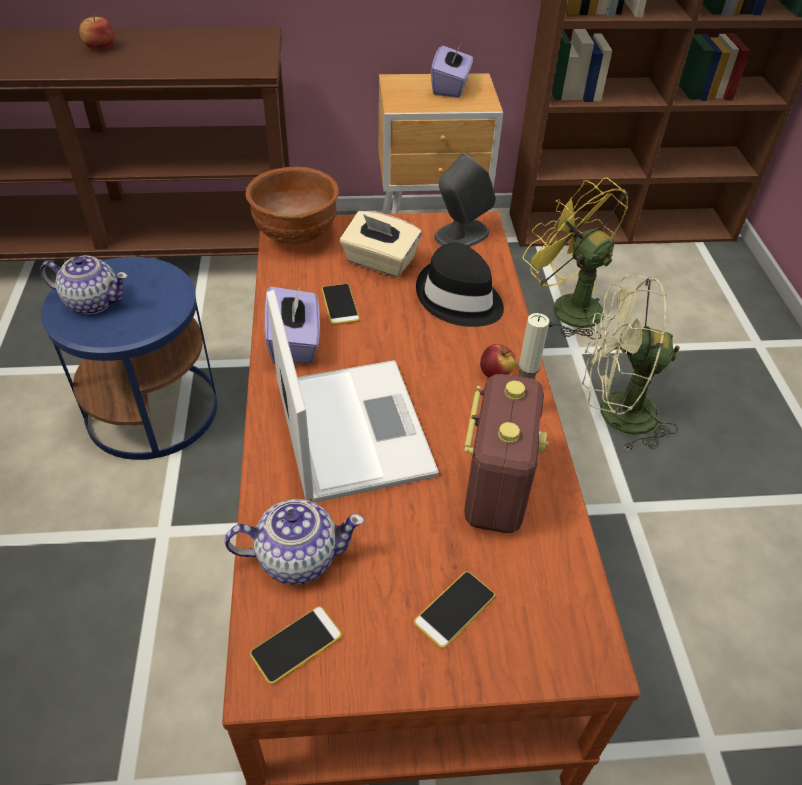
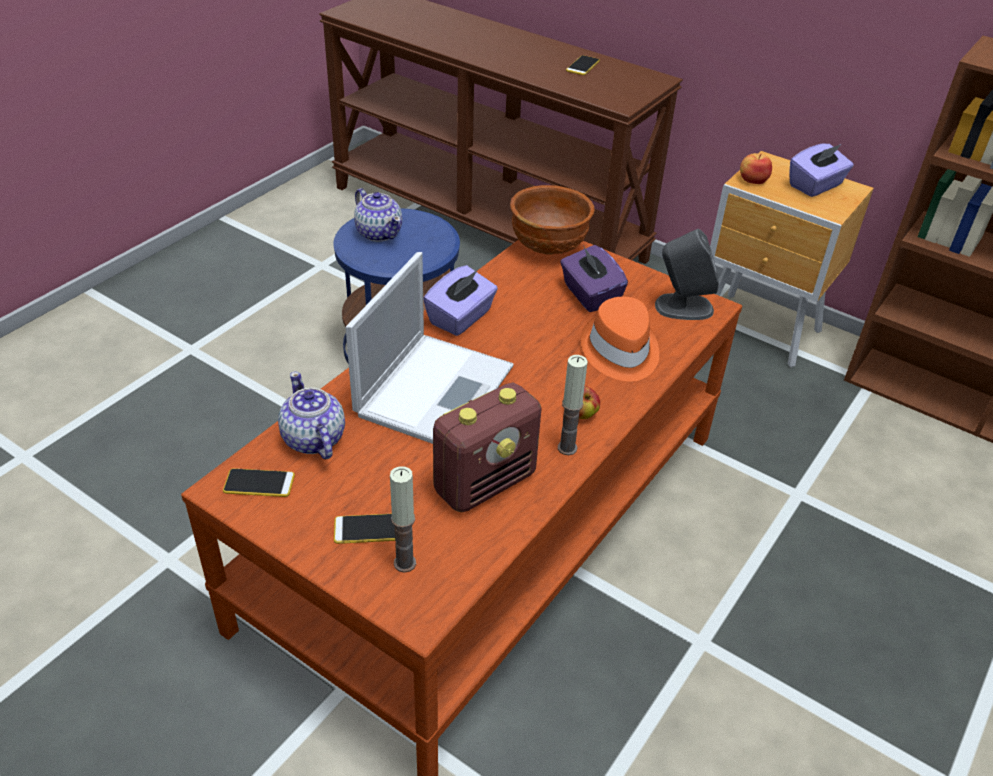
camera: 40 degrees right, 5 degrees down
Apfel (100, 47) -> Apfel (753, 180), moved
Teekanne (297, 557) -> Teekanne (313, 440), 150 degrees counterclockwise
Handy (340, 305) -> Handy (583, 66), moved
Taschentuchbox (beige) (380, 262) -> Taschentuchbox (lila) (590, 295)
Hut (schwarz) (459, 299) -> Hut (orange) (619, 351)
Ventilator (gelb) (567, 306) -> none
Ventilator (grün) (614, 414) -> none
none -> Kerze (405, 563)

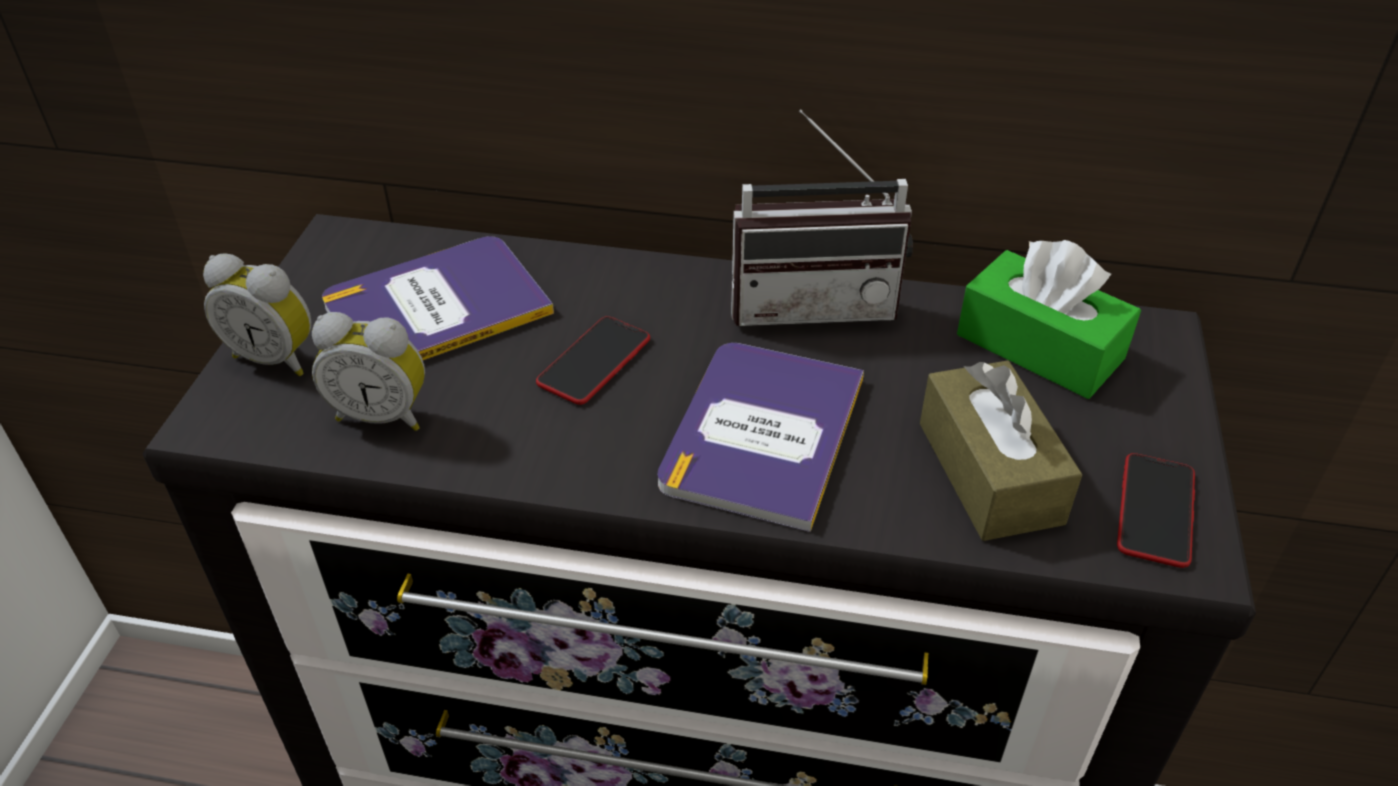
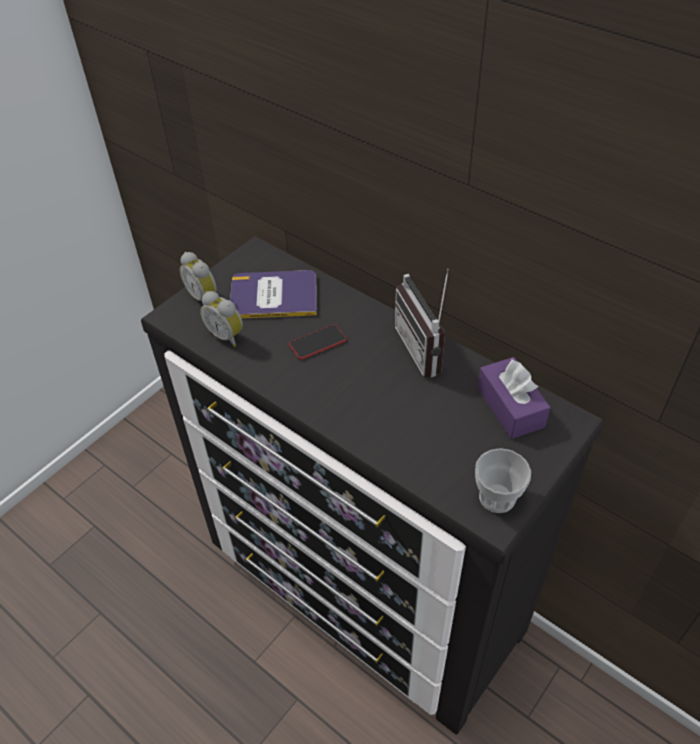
camera: 30 degrees right, 5 degrees up
Buch (762, 433) -> none
Radio (813, 302) -> Radio (426, 348), 45 degrees clockwise
Taschentuchbox (braun) (989, 472) -> none
Taschentuchbox (grün) (1039, 347) -> Taschentuchbox (lila) (510, 407)
Handy (1155, 511) -> Tasse (497, 497)

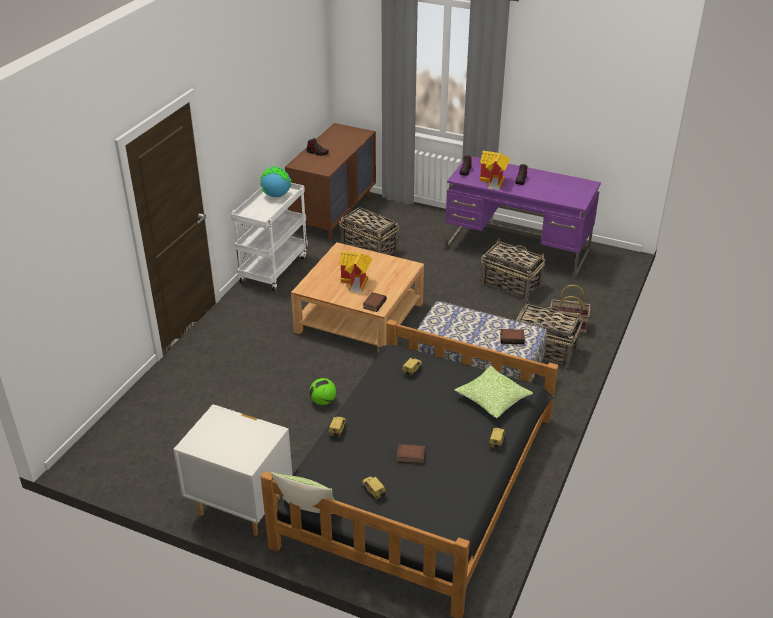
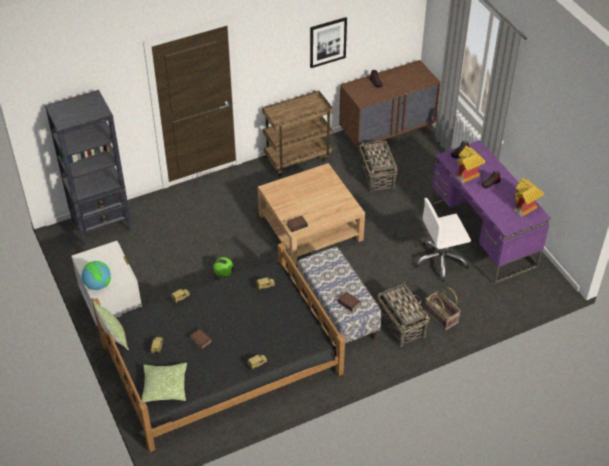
camera: 40 degrees right, 10 degrees up
Rollwagen (weiß) (273, 268) -> Rollwagen (braun) (297, 157)
Globus (276, 195) -> Globus (98, 285), moved
Spielzeughaus (357, 283) -> Spielzeughaus (525, 207), moved
Kissen (492, 399) -> Kissen (165, 387), moved
Korb (510, 284) -> Bürostuhl (weiß) (441, 261)
none -> Bücherregal (schwarz) (102, 225)
none -> Bild (327, 42)

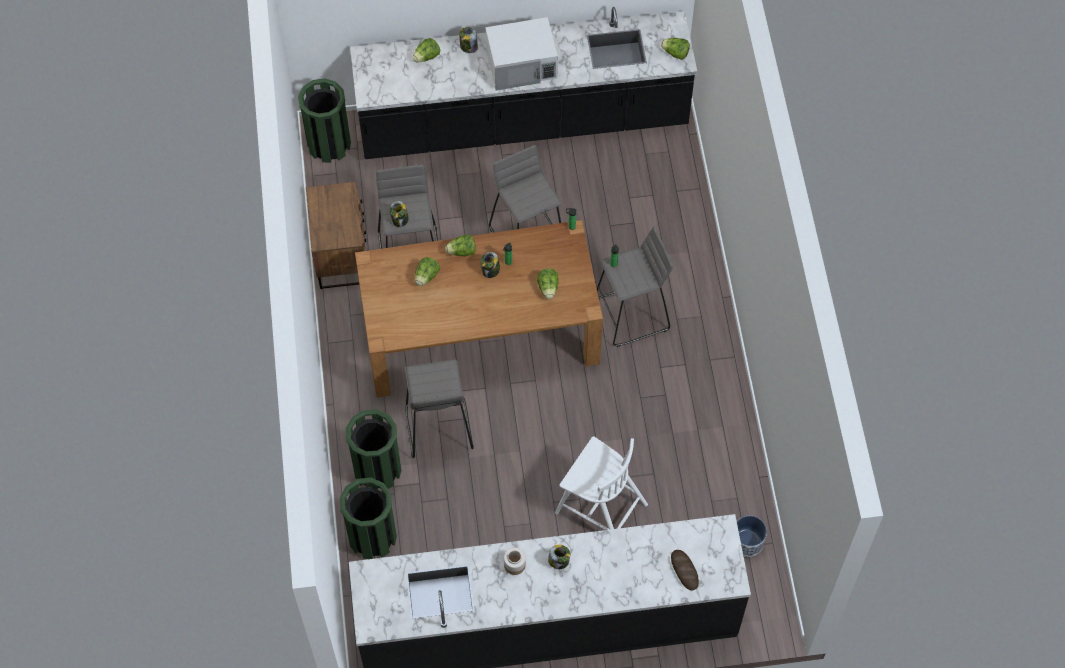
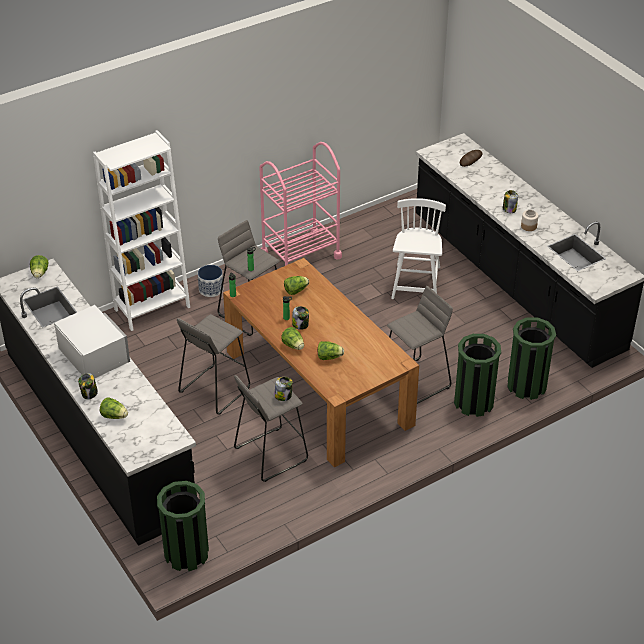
camera: 115 degrees left, 20 degrees down
Nachttisch (braun) (341, 254) -> none
Pflanzkübel (747, 541) -> Pflanzkübel (211, 289), moved
none -> Bücherregal (weiß) (152, 308)
none -> Rollwagen (rosa) (300, 255)

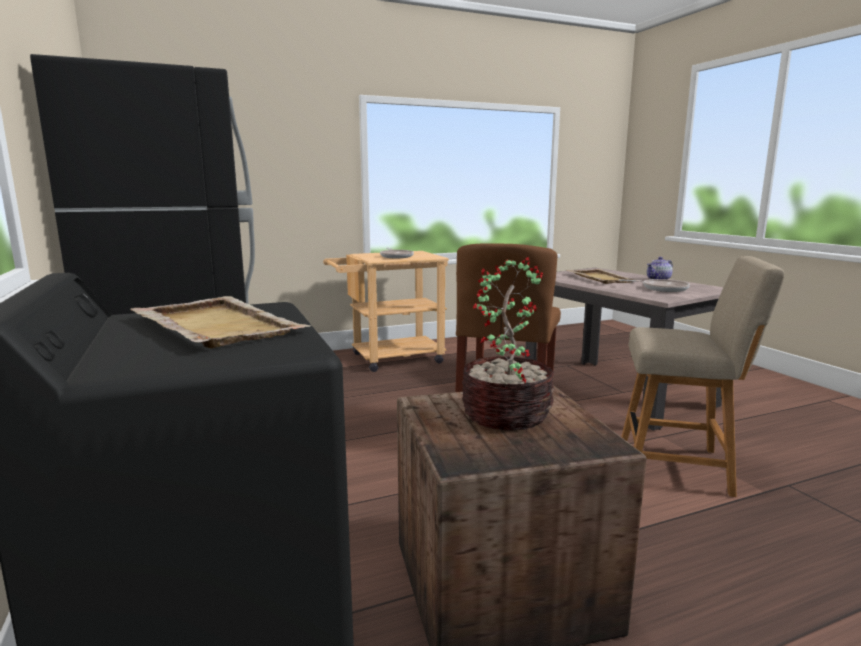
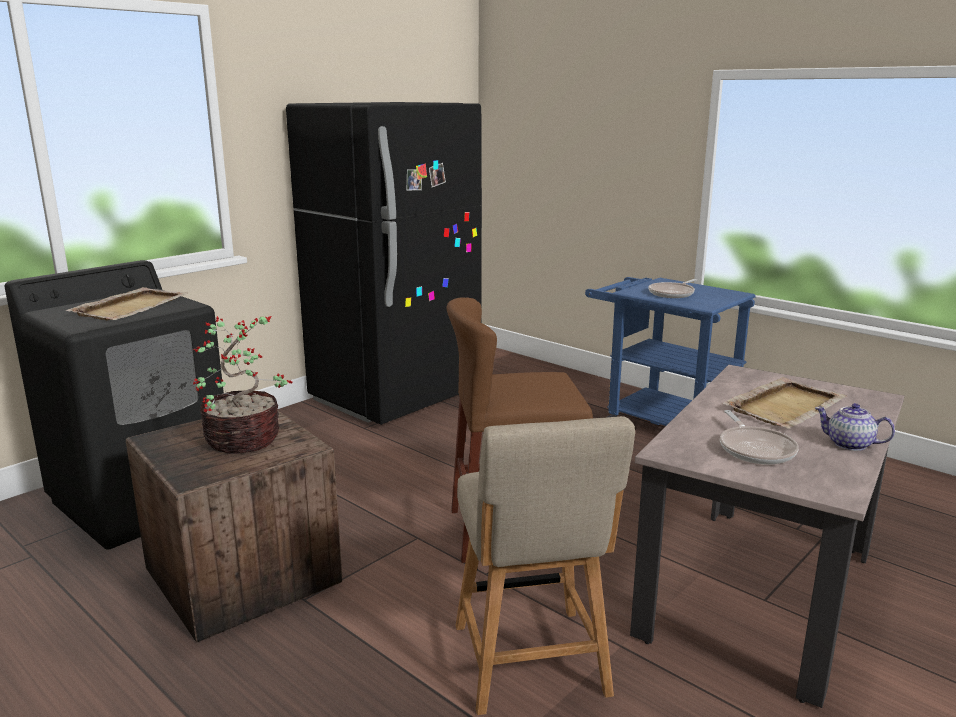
camera: 65 degrees right, 5 degrees up
Rollwagen (beige) (389, 359) -> Rollwagen (blau) (659, 421)

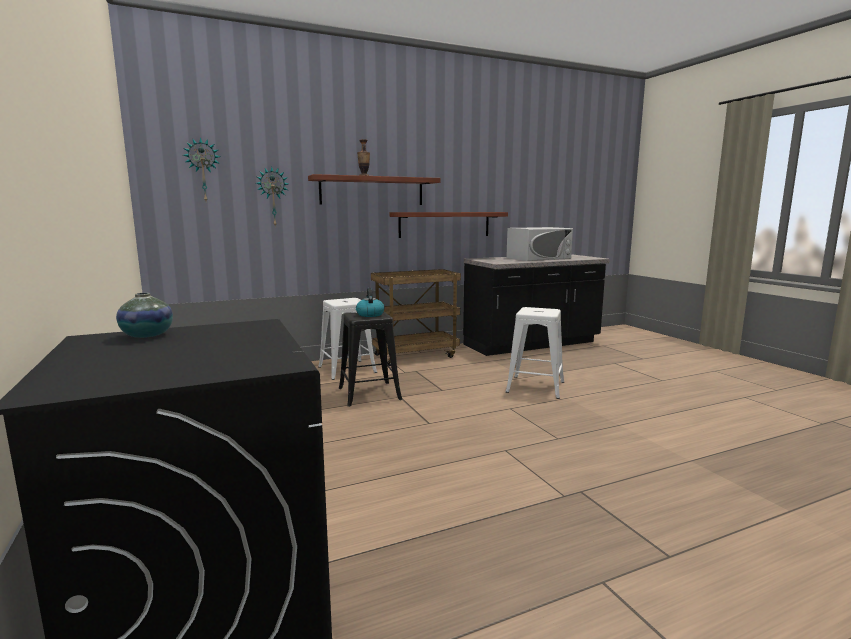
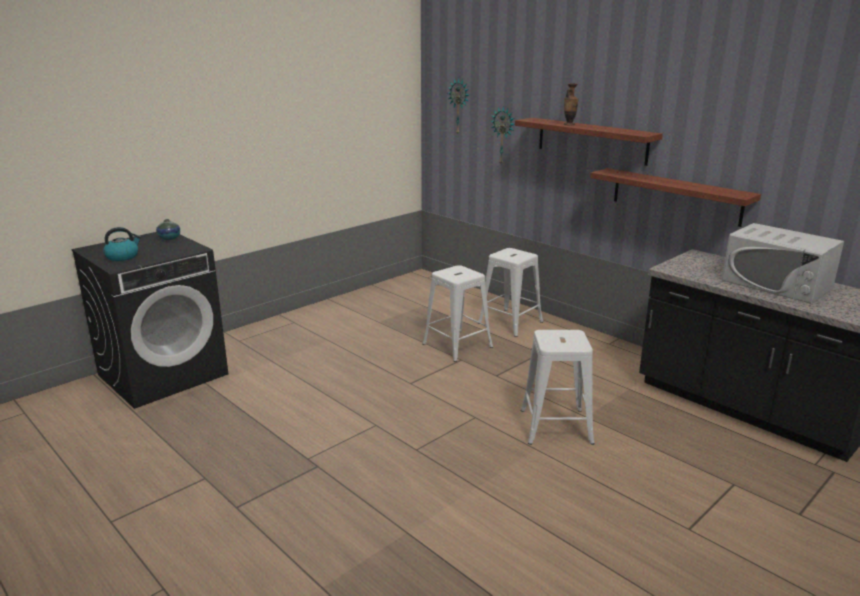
camera: 70 degrees right, 10 degrees up
Hocker (schwarz) (369, 394) -> Hocker (weiß) (457, 345)
Wasserkessel (370, 314) -> Wasserkessel (123, 257), moved
Rollwagen (braun) (416, 355) -> none

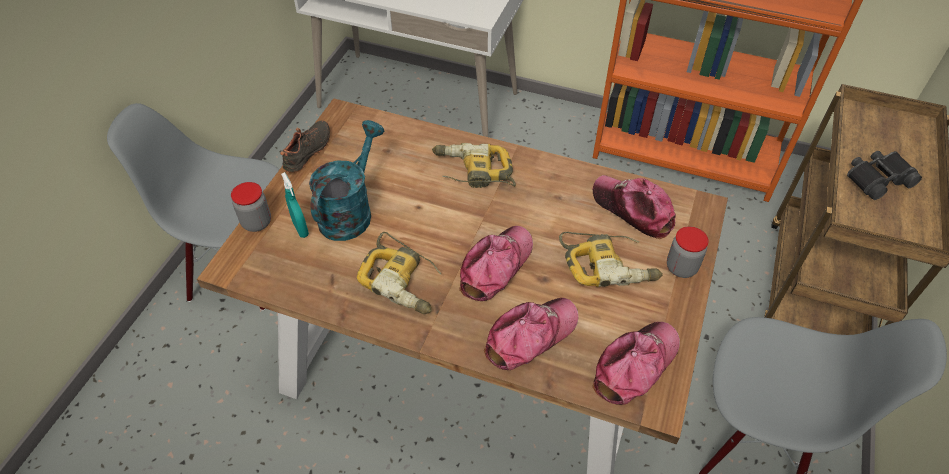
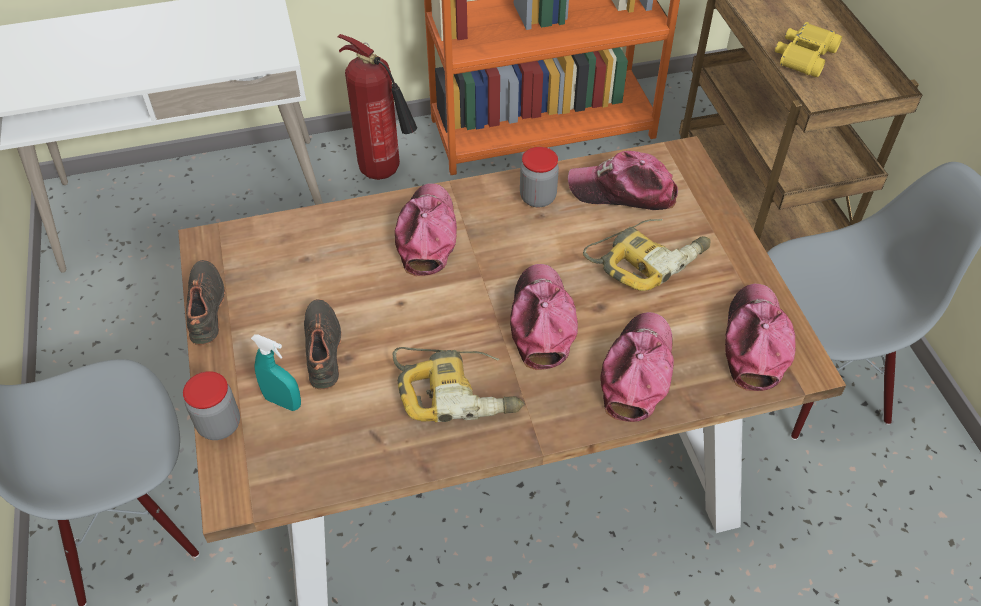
camera: 35 degrees left, 0 degrees up
Gießkanne (türkis) (350, 211) -> Schuh (schwarz) (325, 349)
Bohrmaschine (473, 172) -> Kappe (427, 234)
Vorratsglas (681, 267) -> Vorratsglas (538, 197), moved
Fernglas (schwarz) (877, 179) -> Fernglas (gelb) (803, 56)
none -> Feuerlöscher (385, 172)

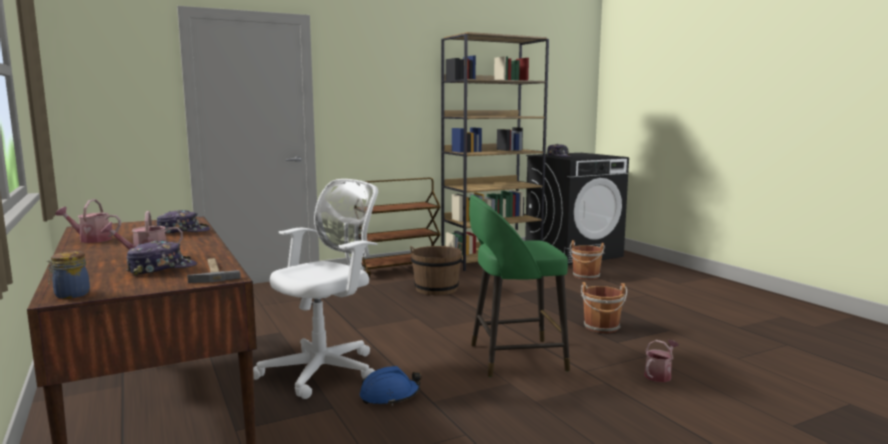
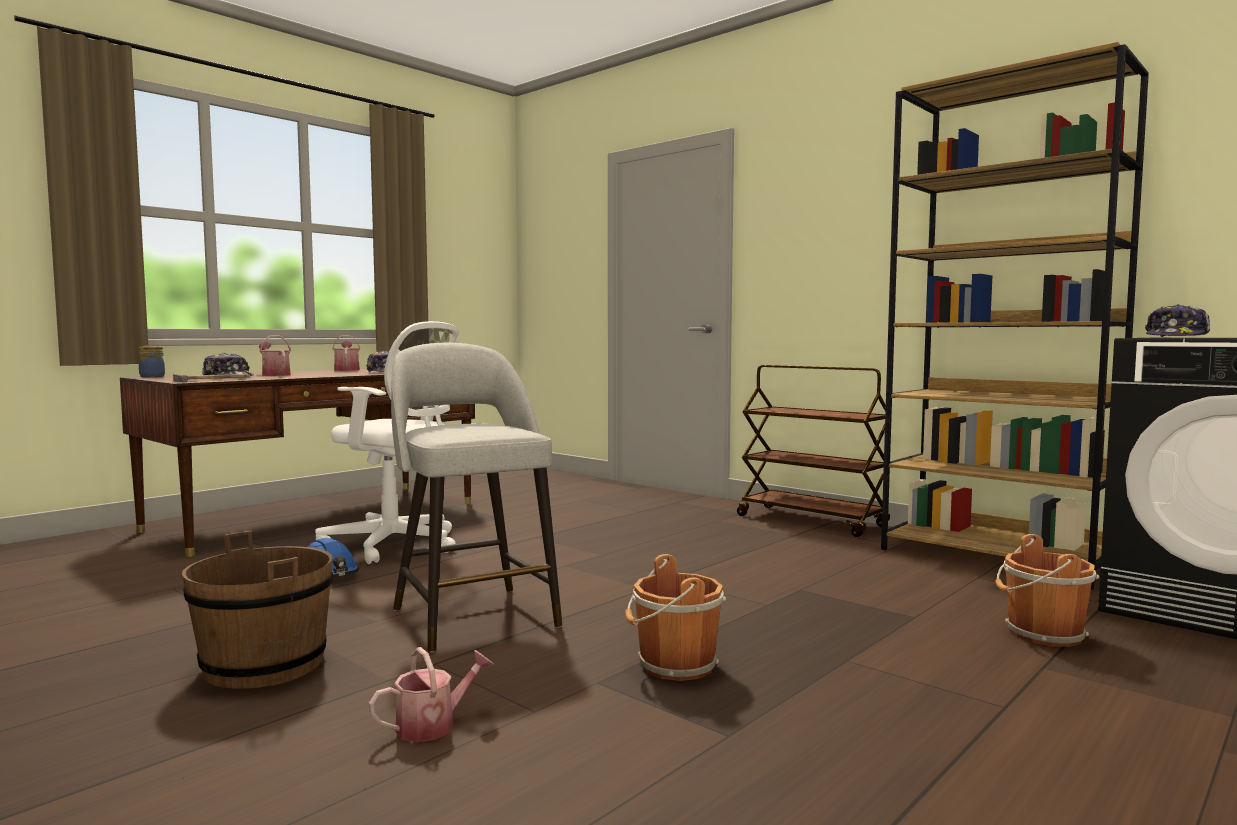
camera: 70 degrees right, 5 degrees down
Eimer (braun) (436, 289) -> Eimer (braun) (264, 665), moved
Hocker (grün) (514, 357) -> Hocker (grau) (473, 615)
Gießkanne (659, 375) -> Gießkanne (433, 725), 60 degrees counterclockwise

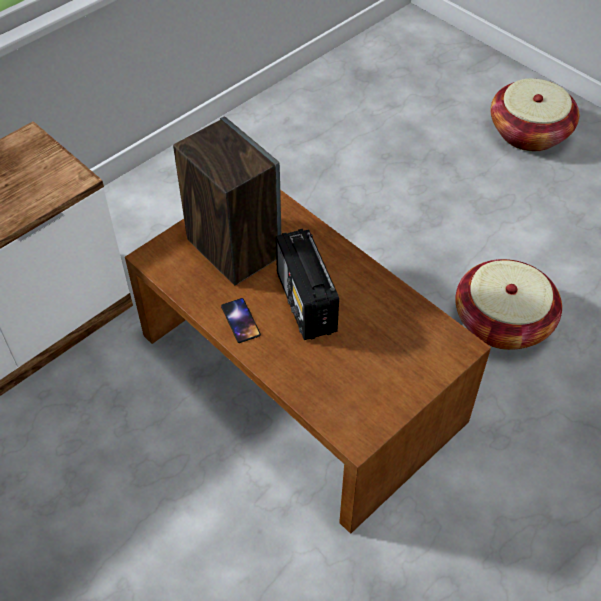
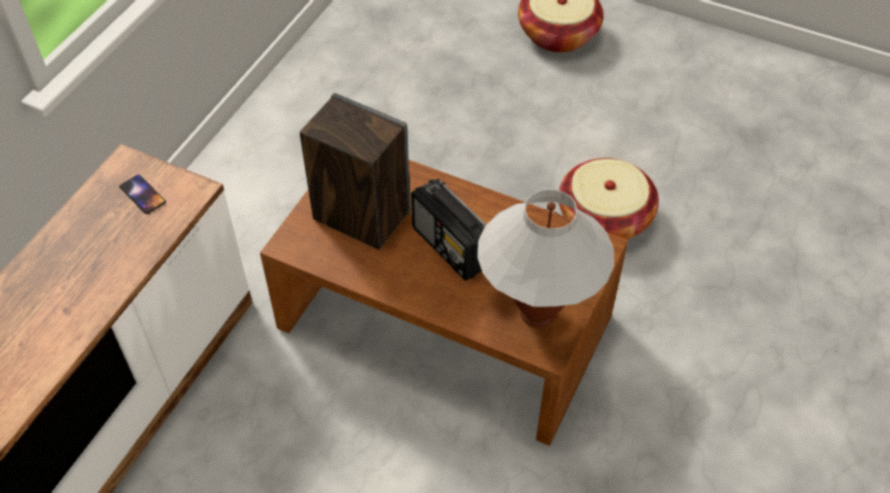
camera: 20 degrees left, 0 degrees up
Handy (240, 320) -> Handy (142, 194), moved
none -> Tischlampe (weiß) (537, 314)

